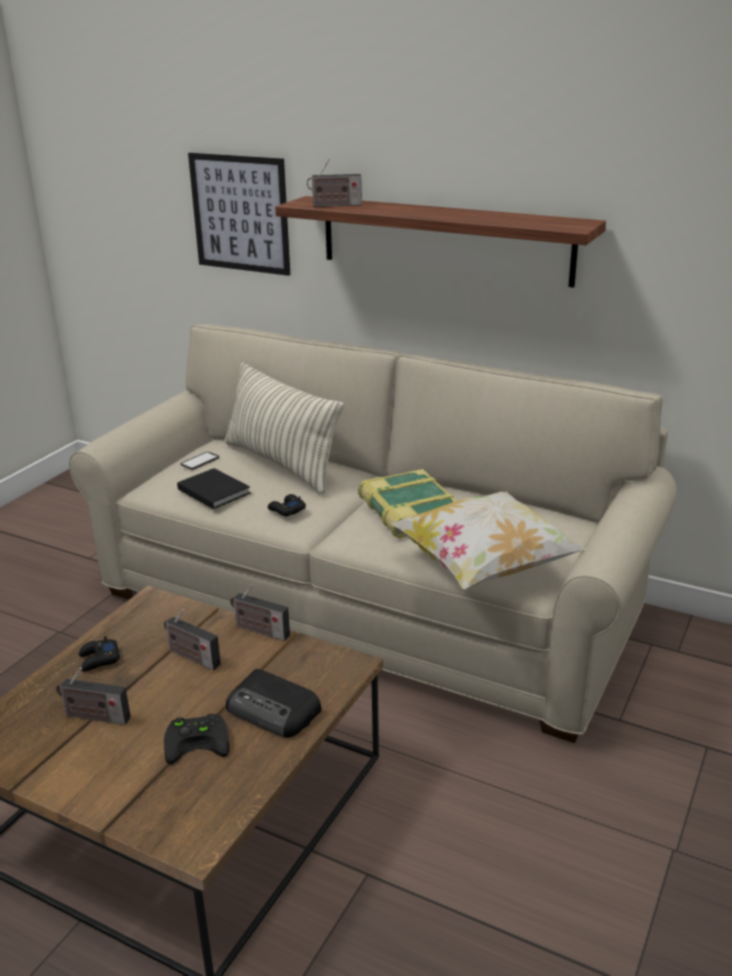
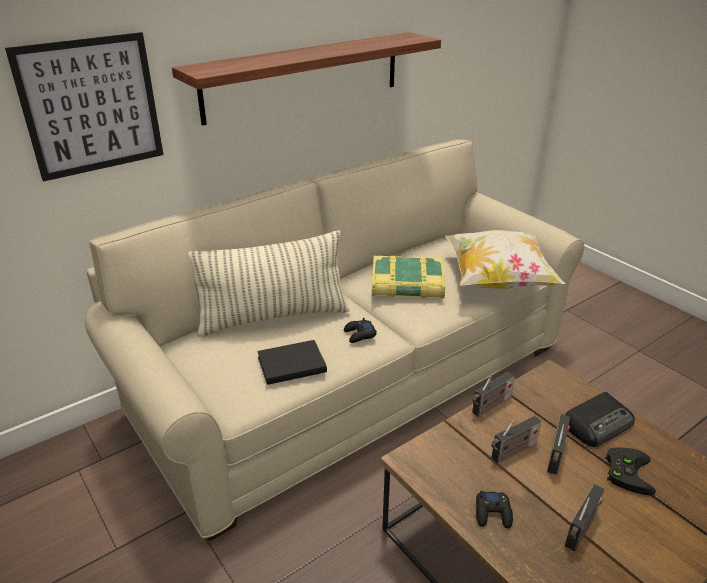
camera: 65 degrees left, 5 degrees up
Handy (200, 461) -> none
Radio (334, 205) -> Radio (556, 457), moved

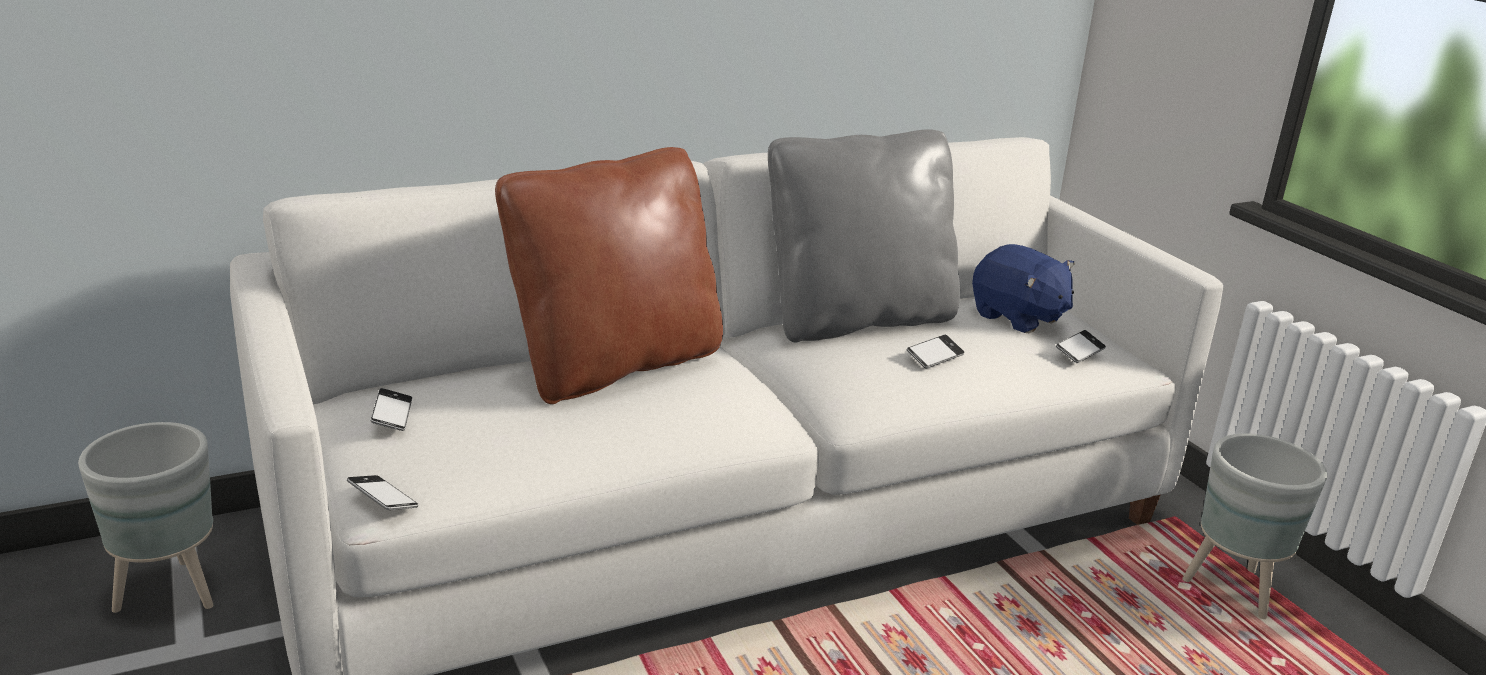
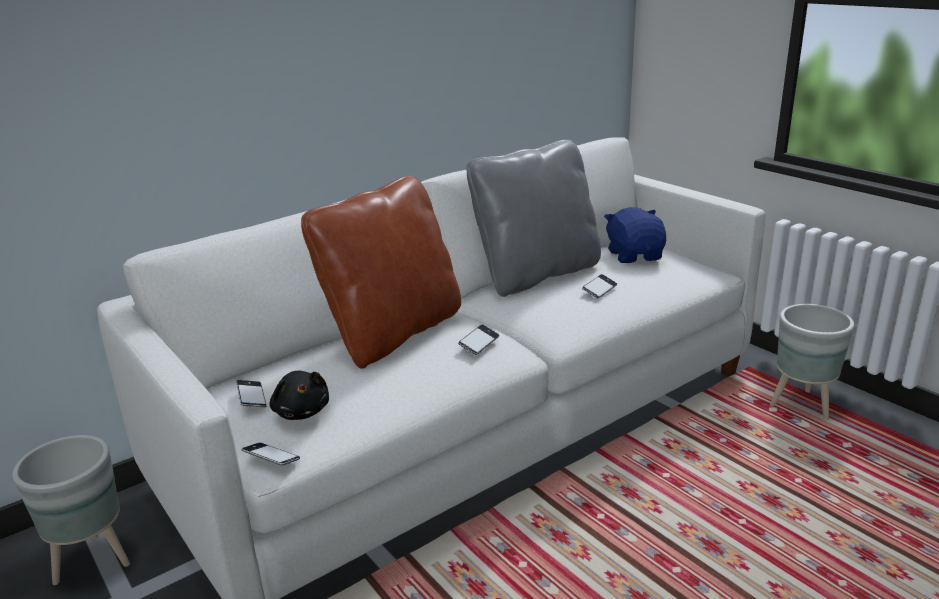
camera: 10 degrees left, 0 degrees up
Plüschtier (blau) (1018, 317) -> Plüschtier (blau) (635, 255), 135 degrees counterclockwise
Handy (1079, 351) -> Handy (479, 343), moved
none -> Plüschtier (schwarz) (301, 411)

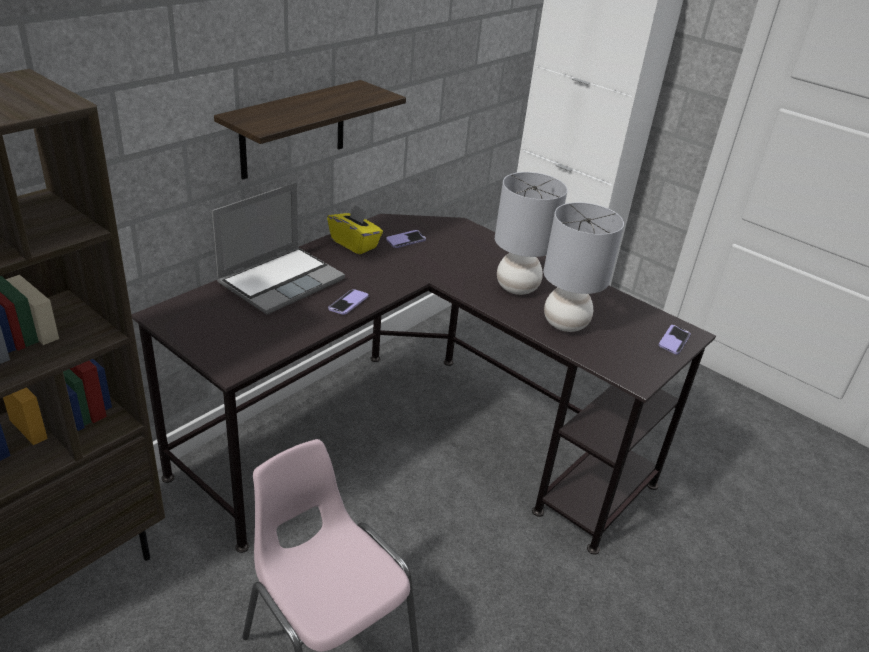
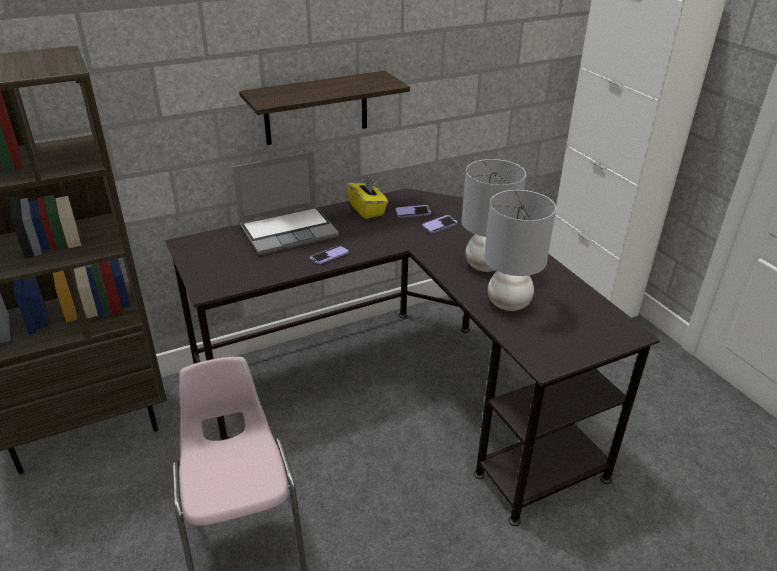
camera: 25 degrees right, 0 degrees up
Handy (674, 341) -> Handy (440, 225), moved

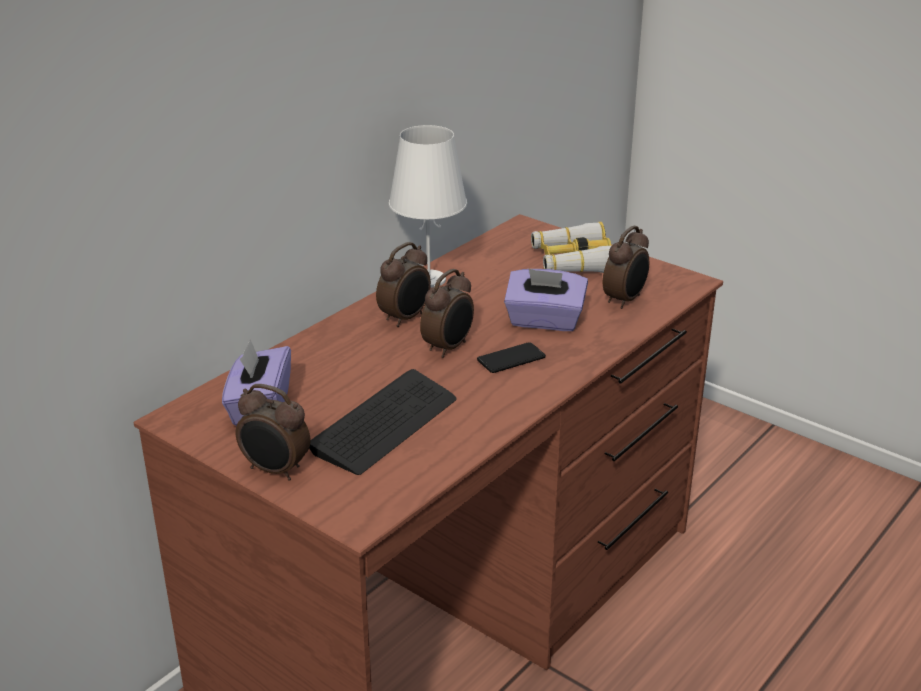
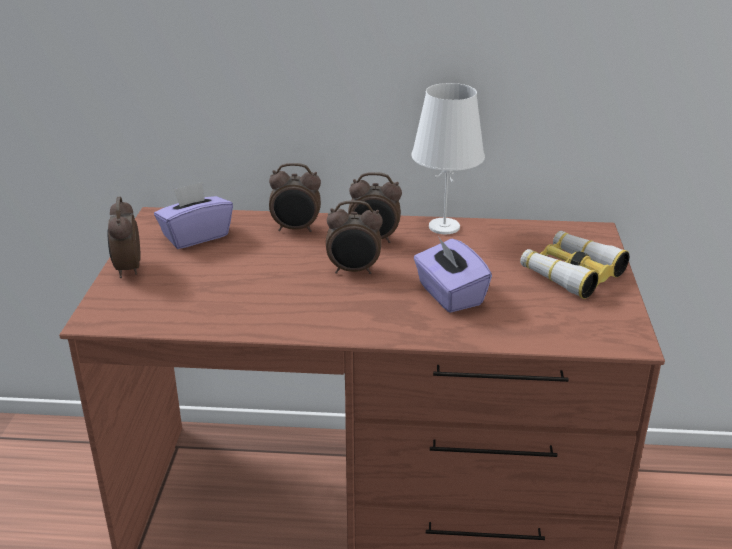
camera: 55 degrees right, 0 degrees up
Tastatur (384, 424) -> none
Handy (511, 359) -> none
Wecker (625, 300) -> Wecker (296, 229), moved

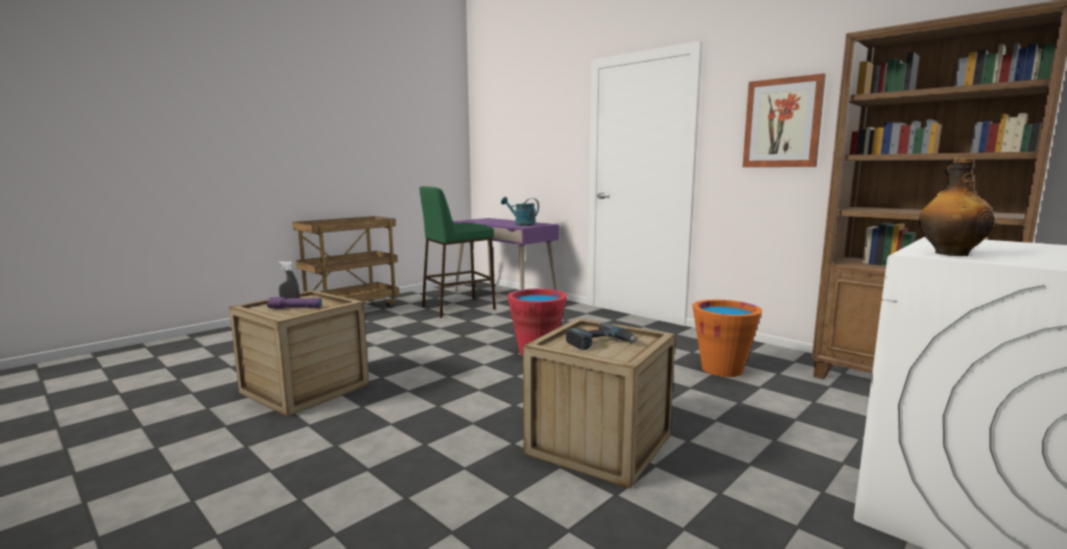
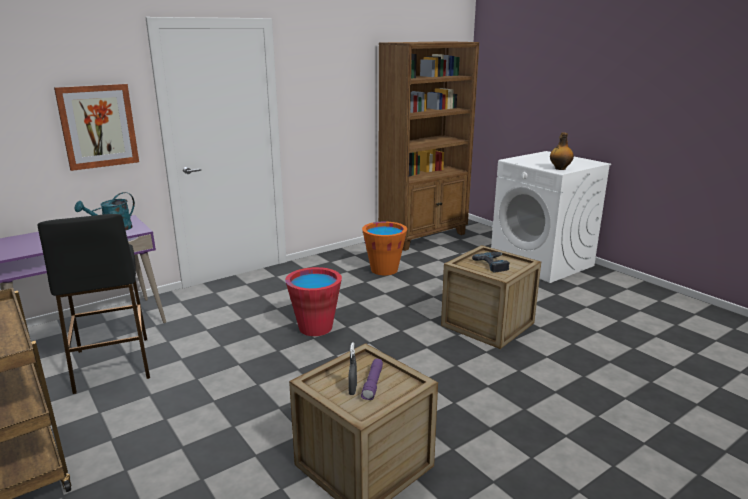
camera: 80 degrees left, 10 degrees up
Hocker (grün) (457, 308) -> Hocker (schwarz) (112, 364)
Bild (782, 123) -> Bild (98, 126), moved

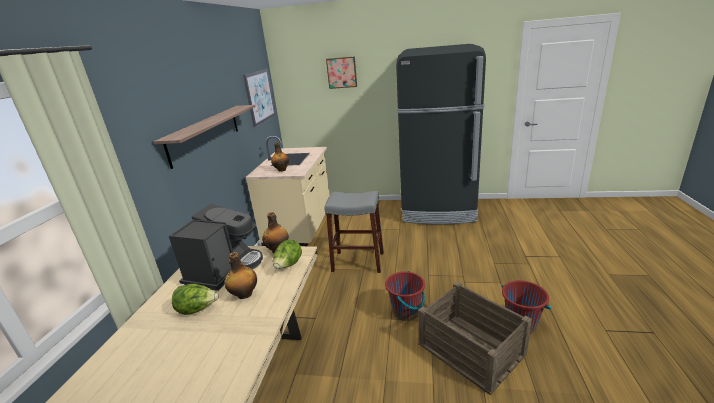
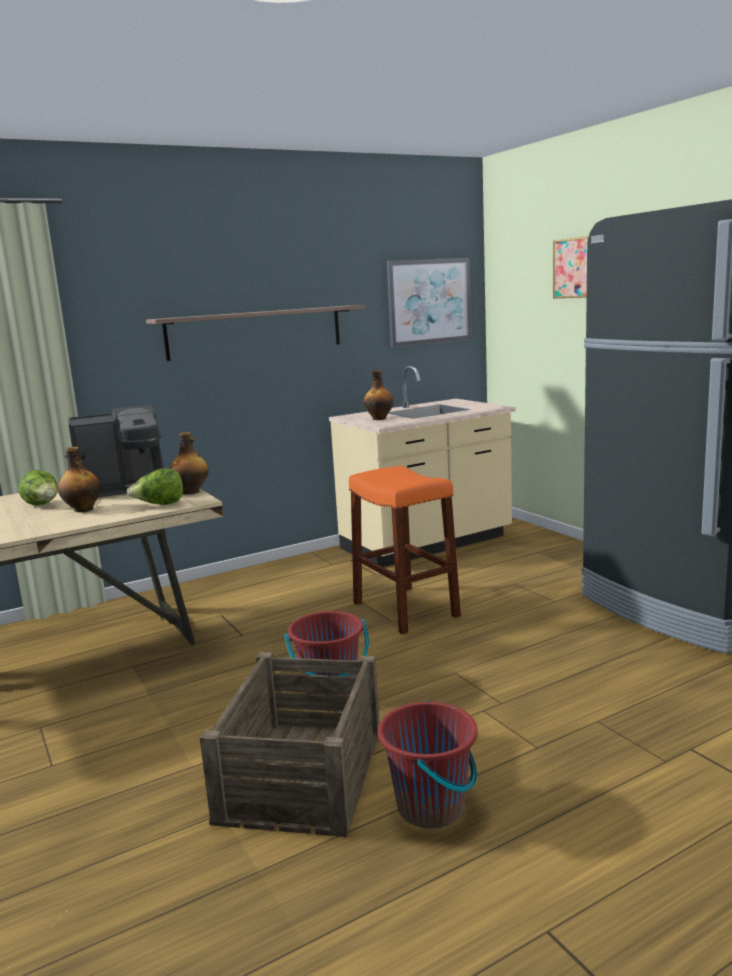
camera: 50 degrees right, 10 degrees down
Hocker (grau) (358, 262) -> Hocker (orange) (405, 610)

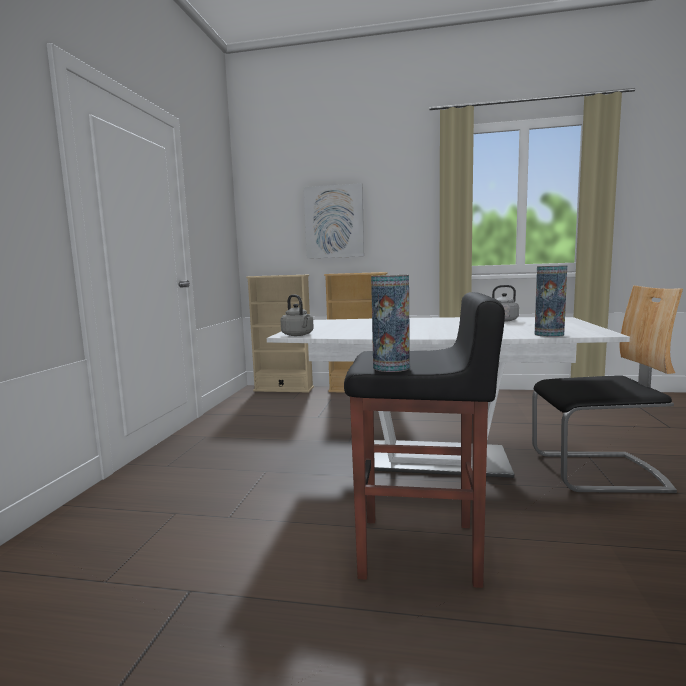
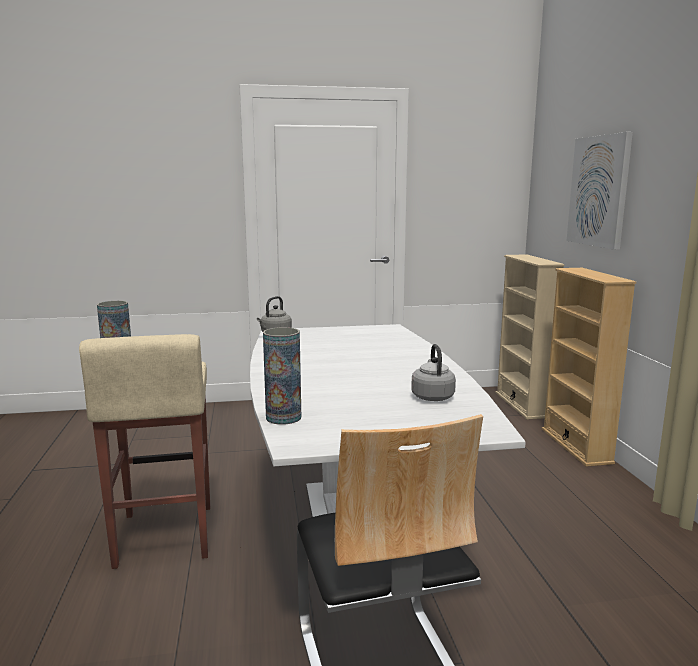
camera: 70 degrees right, 5 degrees up
Hocker (schwarz) (421, 551) -> Hocker (beige) (163, 536)

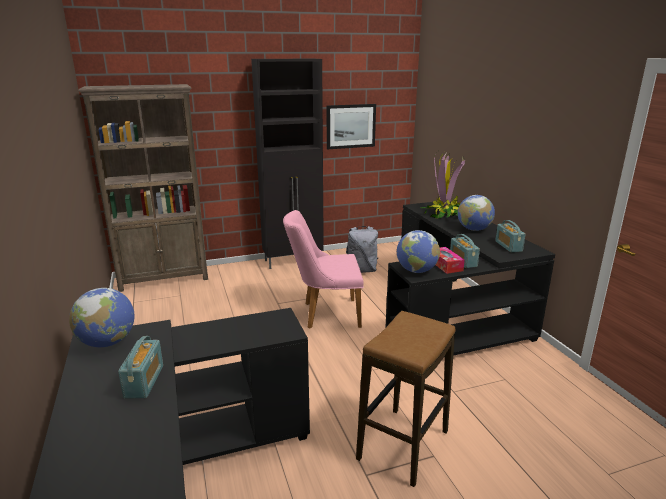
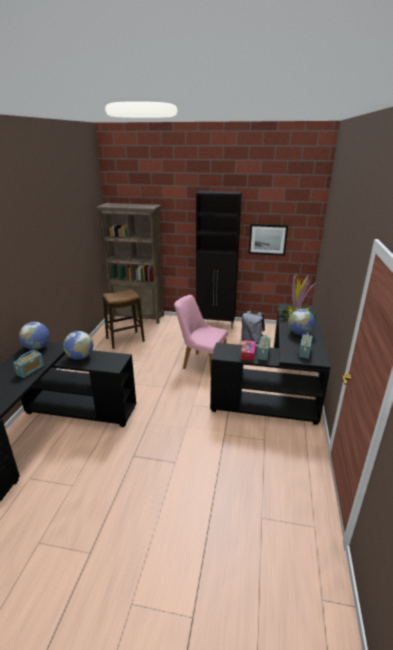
camera: 30 degrees right, 5 degrees up
Hocker (403, 445) -> Hocker (125, 340), moved
Globus (416, 271) -> Globus (80, 357), moved

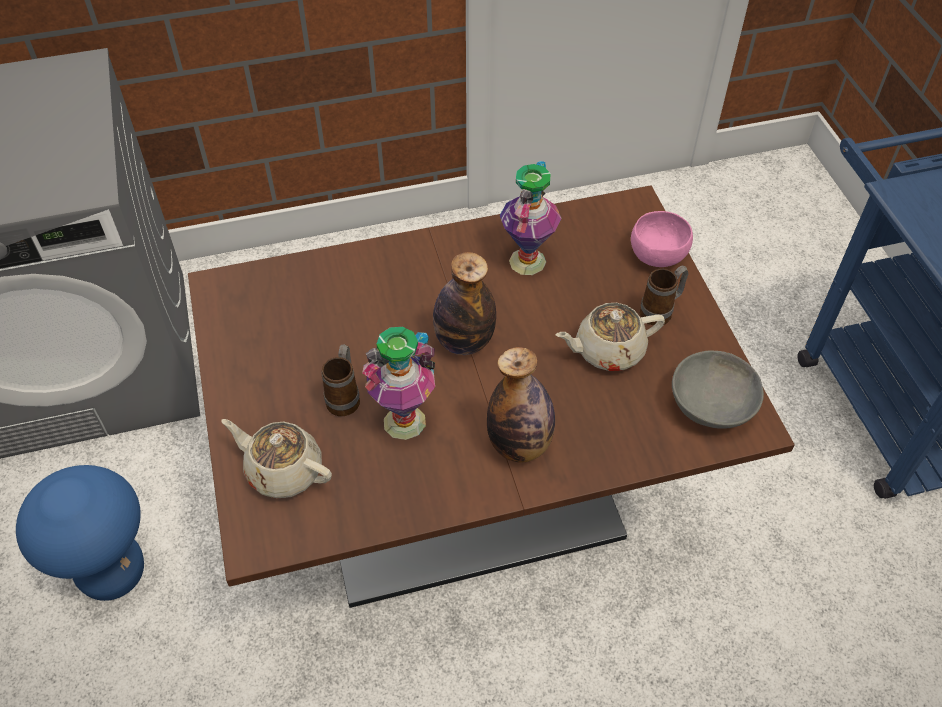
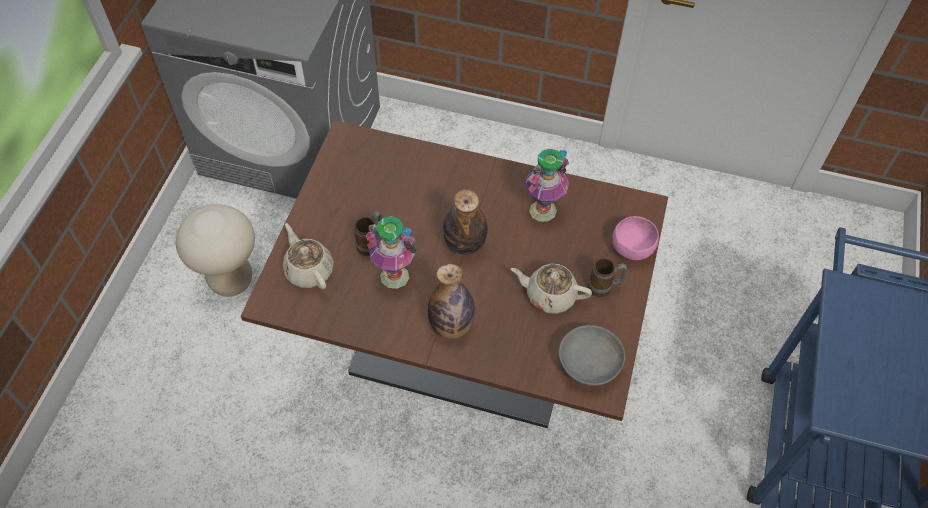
camera: 30 degrees right, 5 degrees up
Hocker (blau) (113, 573) -> Hocker (beige) (231, 280)

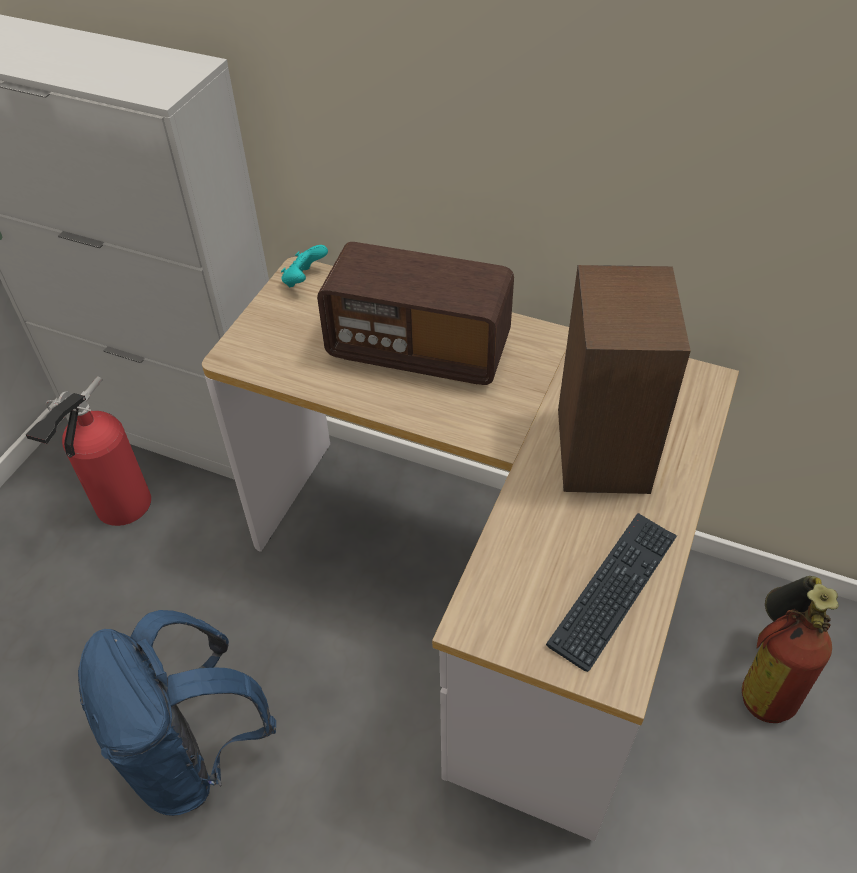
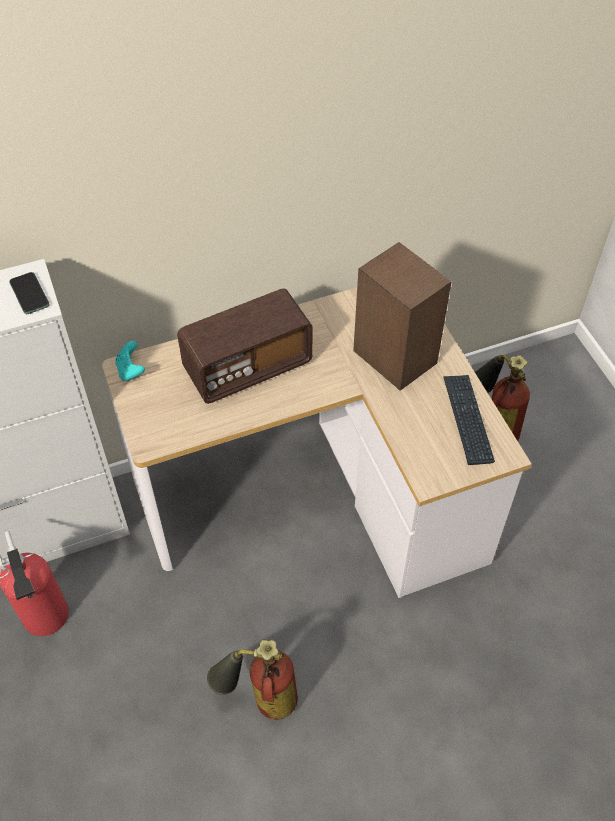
camera: 45 degrees left, 5 degrees up
Rucksack (blau) (193, 752) -> Feuerlöscher (259, 700)
none -> Handy (29, 294)

